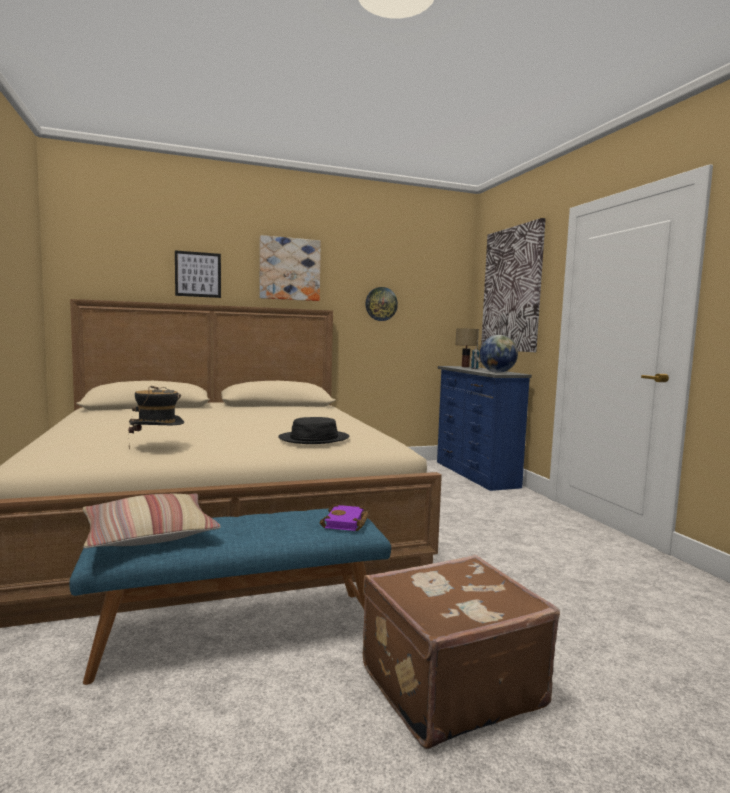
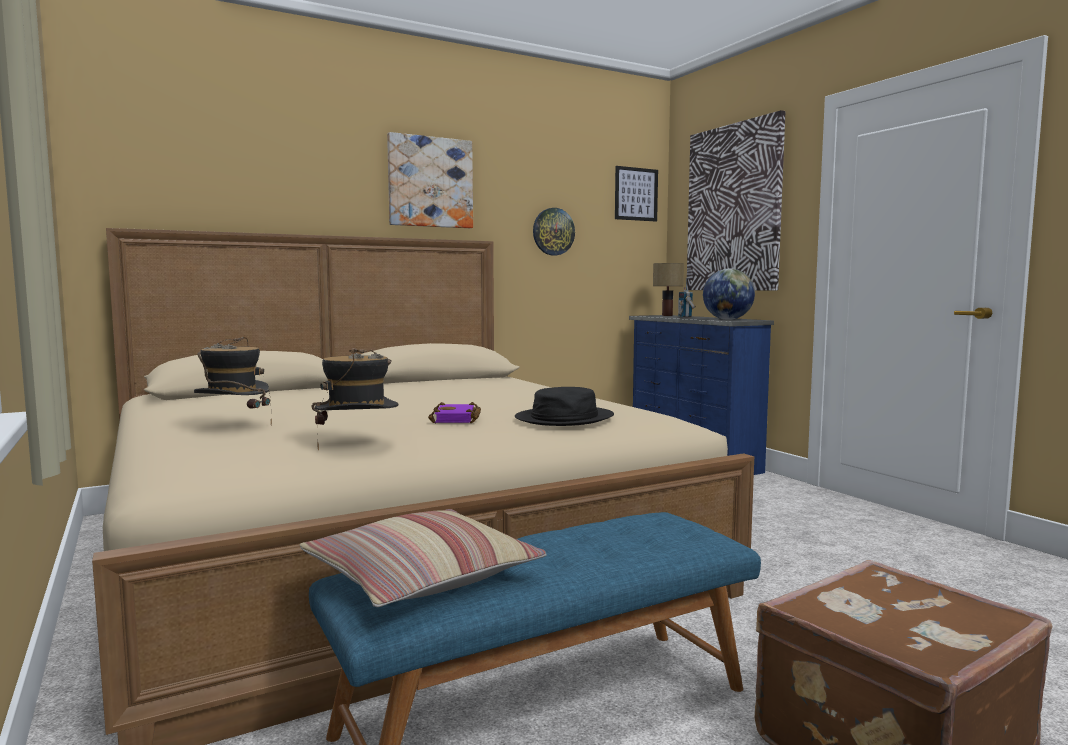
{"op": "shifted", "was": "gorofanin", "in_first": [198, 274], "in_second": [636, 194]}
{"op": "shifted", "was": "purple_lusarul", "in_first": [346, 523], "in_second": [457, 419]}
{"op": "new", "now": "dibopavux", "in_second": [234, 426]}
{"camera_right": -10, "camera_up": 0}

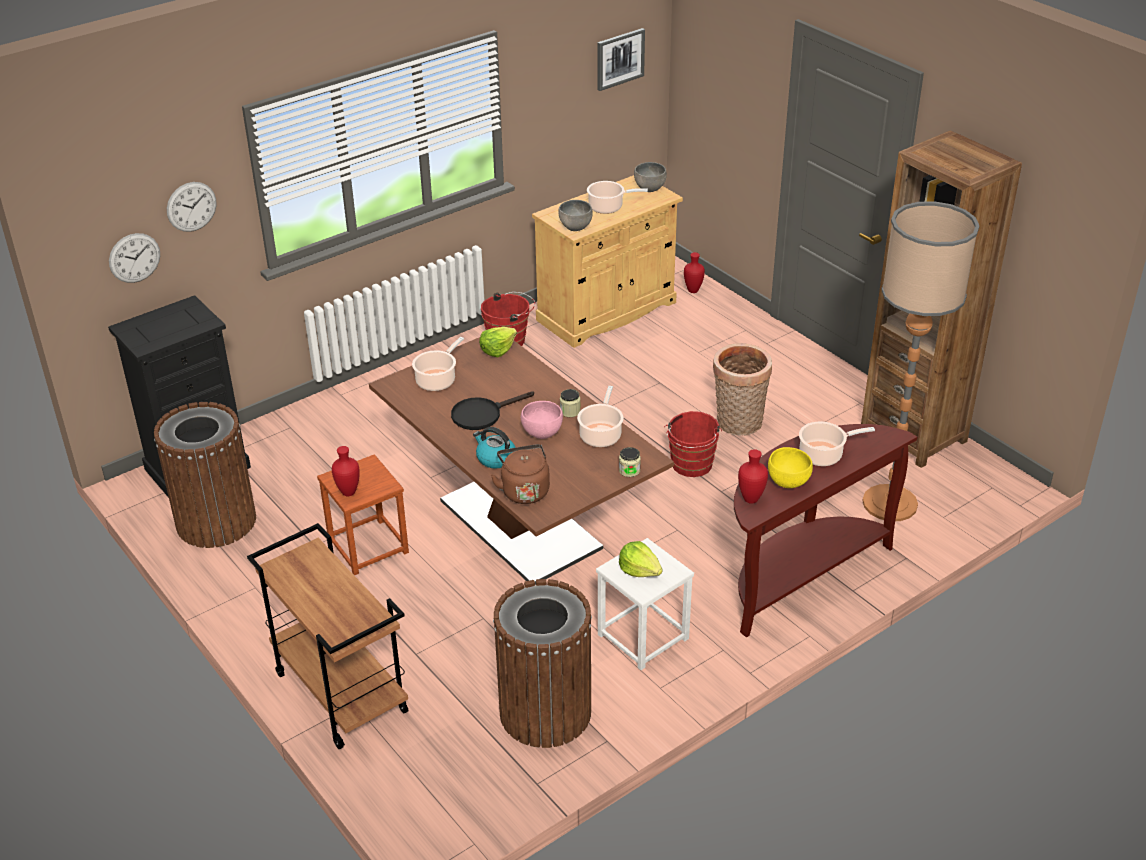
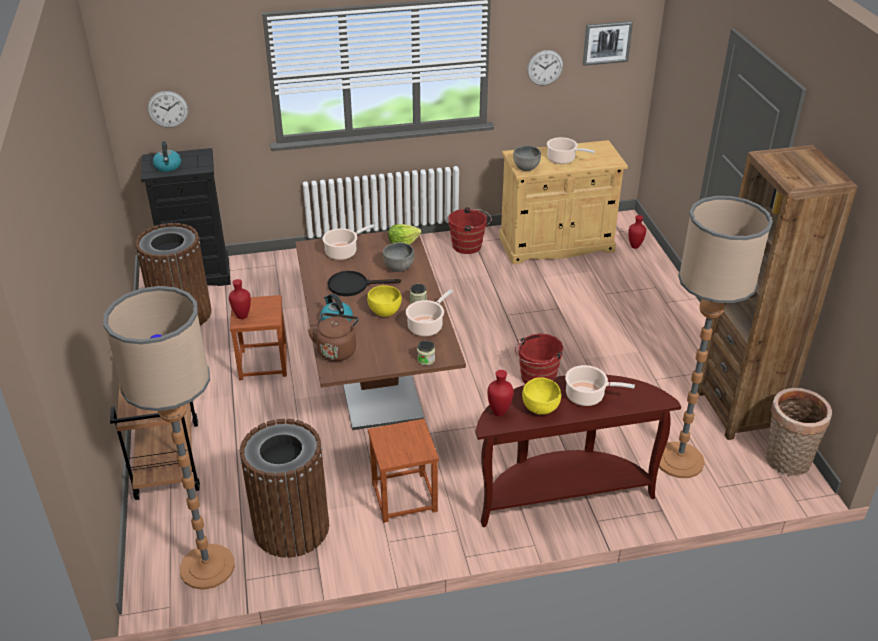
{"op": "shifted", "was": "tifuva", "in_first": [191, 206], "in_second": [545, 67]}
{"op": "repainted", "was": "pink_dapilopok", "now": "yellow_dapilopok", "in_first": [543, 433], "in_second": [385, 312]}
{"op": "repainted", "was": "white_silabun", "now": "brown_silabun", "in_first": [643, 637], "in_second": [404, 497]}
{"op": "gone", "was": "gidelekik", "in_first": [639, 570]}
{"op": "shifted", "was": "grey_dapilopok", "in_first": [649, 189], "in_second": [398, 268]}
{"op": "shifted", "was": "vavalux", "in_first": [738, 424], "in_second": [785, 462]}
{"op": "new", "now": "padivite", "in_second": [207, 567]}
{"op": "new", "now": "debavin", "in_second": [168, 166]}
{"camera_right": 25, "camera_up": 0}

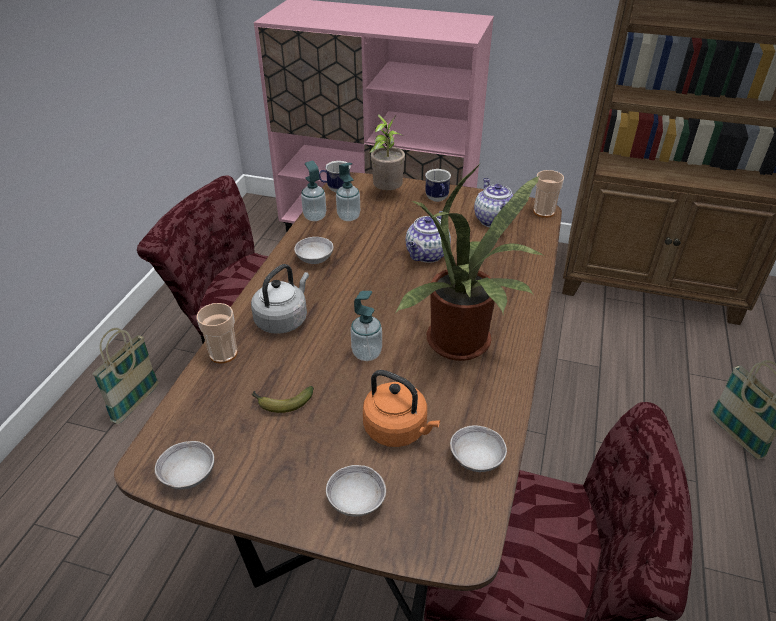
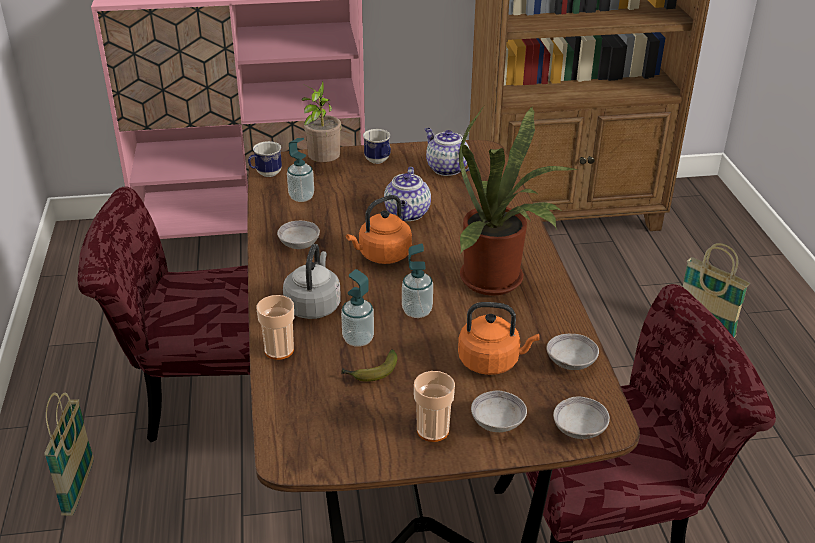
{"op": "shifted", "was": "grey_dapilopok", "in_first": [188, 475], "in_second": [579, 429]}
{"op": "shifted", "was": "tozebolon", "in_first": [315, 217], "in_second": [358, 339]}
{"op": "shifted", "was": "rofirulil", "in_first": [544, 212], "in_second": [433, 430]}
{"op": "new", "now": "orange_debavin", "in_second": [382, 255]}
{"camera_right": -25, "camera_up": -5}

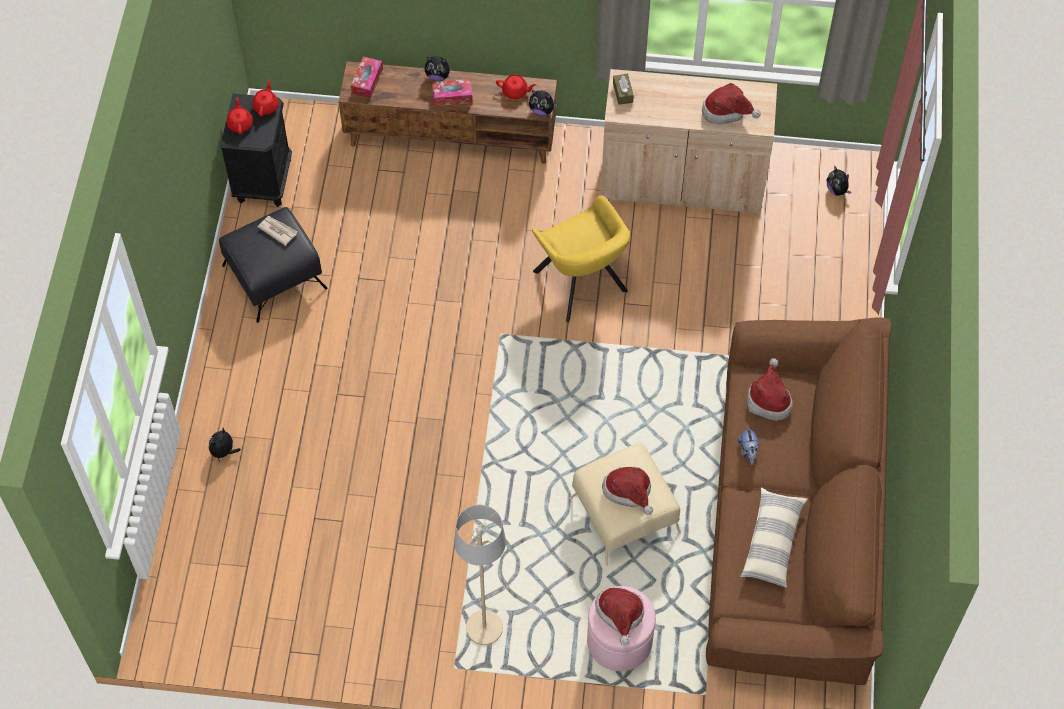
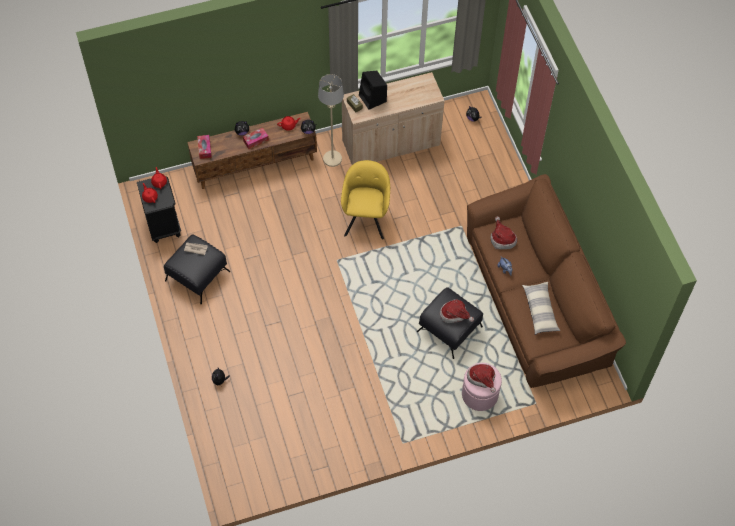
{"op": "shifted", "was": "beige_padivite", "in_first": [484, 628], "in_second": [332, 159]}
{"op": "rotated", "was": "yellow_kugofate", "in_first": [581, 285], "in_second": [366, 218], "clockwise": -120}
{"op": "repainted", "was": "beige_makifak", "now": "black_makifak", "in_first": [624, 516], "in_second": [449, 329]}
{"op": "gone", "was": "dibopavux", "in_first": [727, 111]}
{"op": "new", "now": "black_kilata", "in_second": [373, 99]}
{"camera_right": -25, "camera_up": 0}

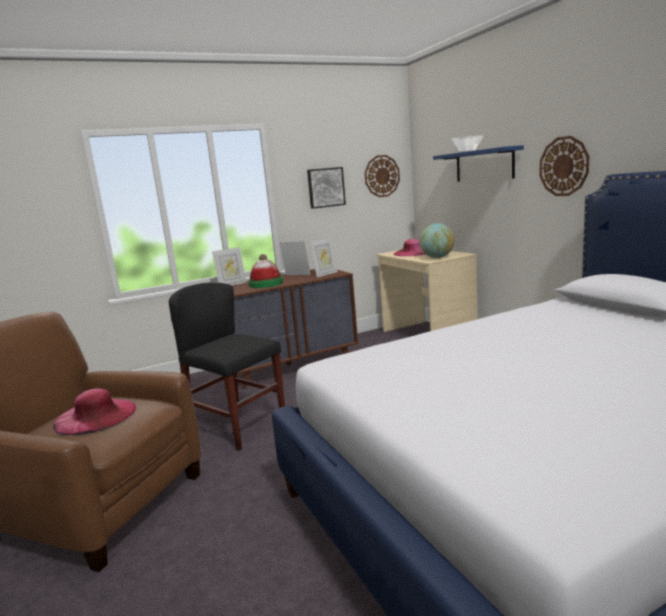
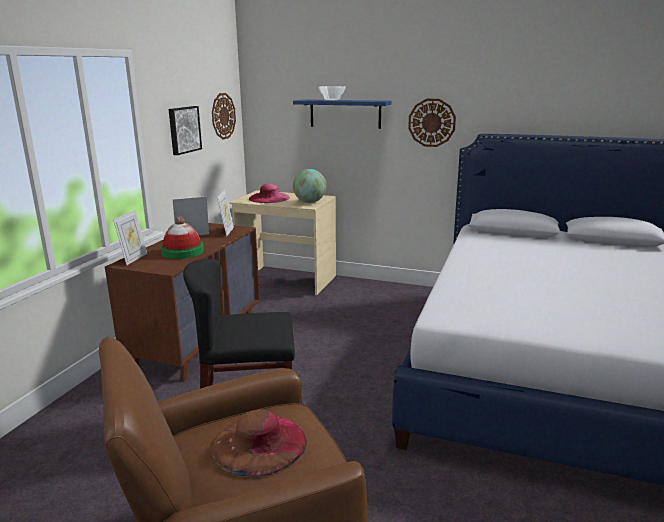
{"op": "repainted", "was": "pink_dibopavux", "now": "brown_dibopavux", "in_first": [96, 416], "in_second": [259, 443]}
{"camera_right": -45, "camera_up": 5}

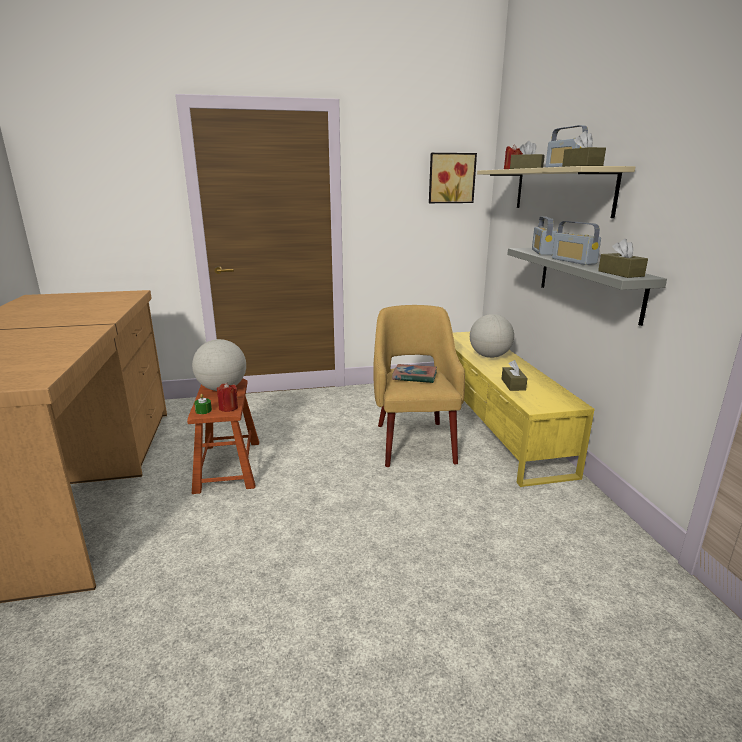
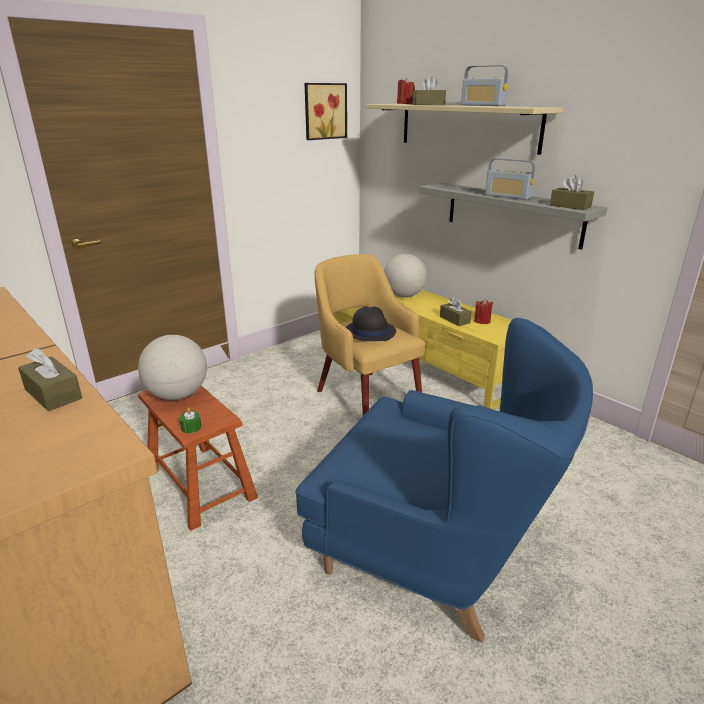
{"op": "shifted", "was": "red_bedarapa", "in_first": [228, 408], "in_second": [482, 321]}
{"op": "swapped", "was": "lusarul", "now": "black_dibopavux", "in_first": [414, 376], "in_second": [370, 331]}
{"op": "gone", "was": "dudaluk", "in_first": [542, 252]}
{"op": "shifted", "was": "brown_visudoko", "in_first": [582, 166], "in_second": [53, 394]}
{"op": "new", "now": "blue_kugofate", "in_second": [434, 548]}
{"camera_right": -30, "camera_up": 5}

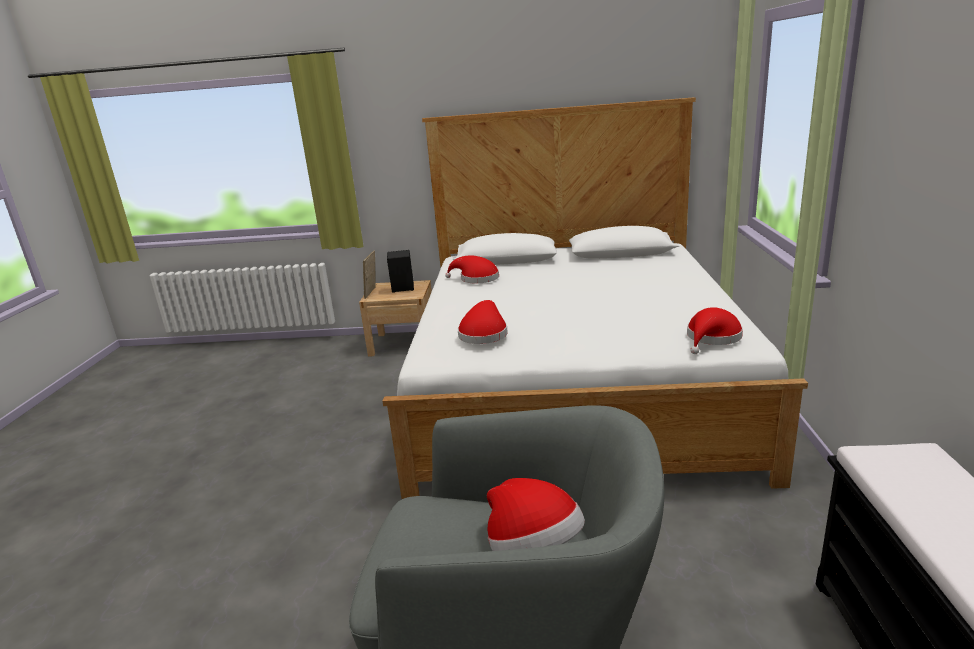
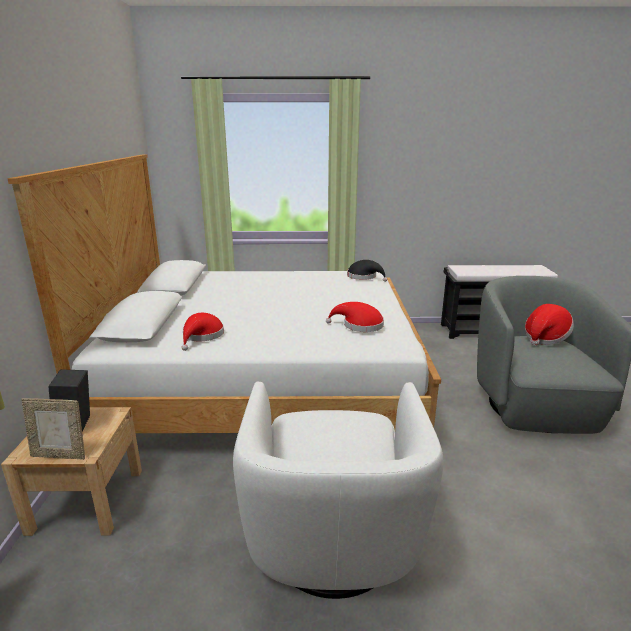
{"op": "repainted", "was": "red_dibopavux", "now": "black_dibopavux", "in_first": [712, 338], "in_second": [364, 277]}
{"op": "new", "now": "white_kugofate", "in_second": [332, 543]}
{"camera_right": -95, "camera_up": 0}

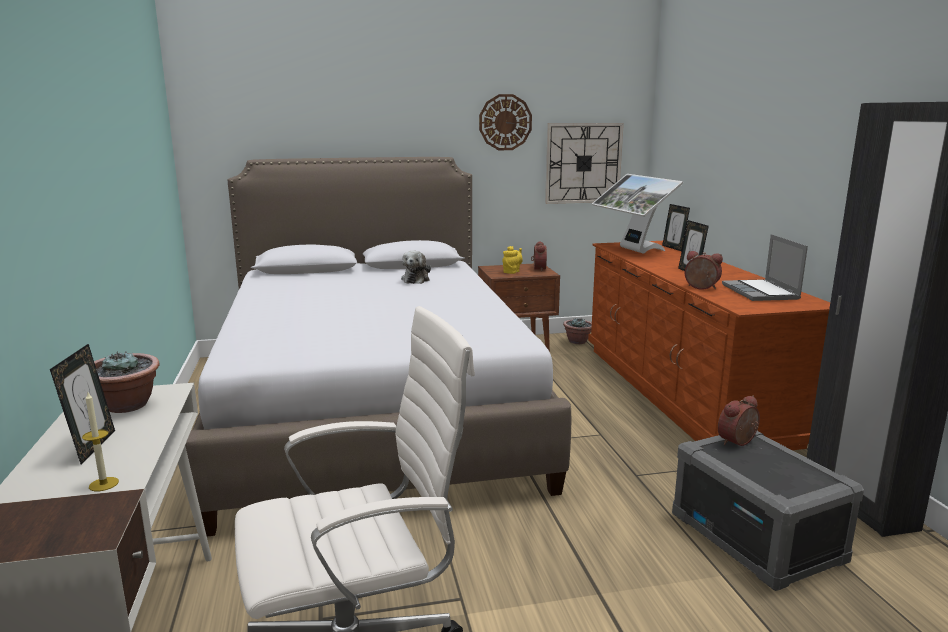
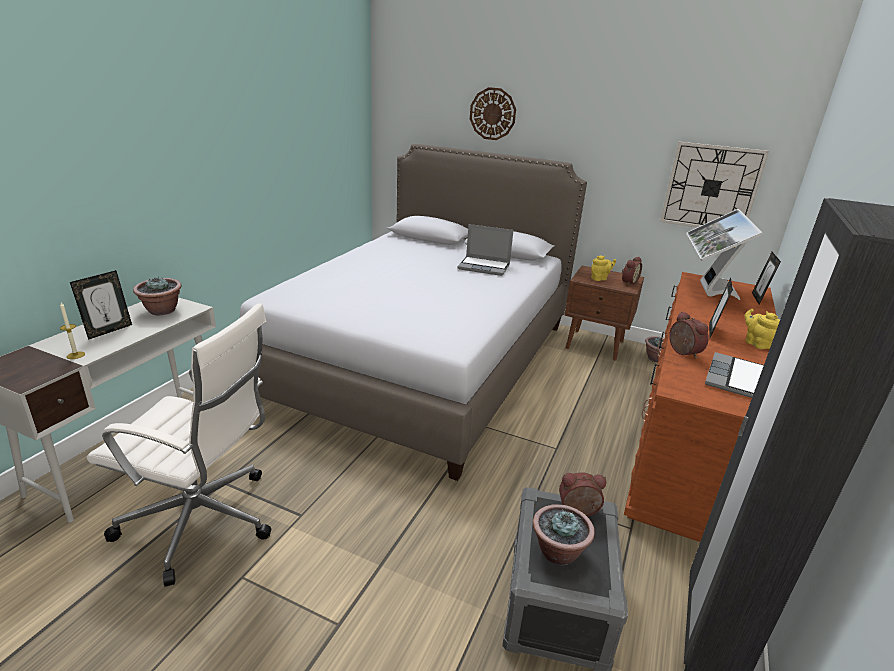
{"op": "swapped", "was": "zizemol", "now": "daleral", "in_first": [416, 279], "in_second": [484, 267]}
{"op": "shifted", "was": "tifuva", "in_first": [505, 122], "in_second": [492, 114]}
{"op": "new", "now": "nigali", "in_second": [557, 552]}
{"op": "new", "now": "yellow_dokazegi", "in_second": [756, 343]}
{"camera_right": 35, "camera_up": 10}

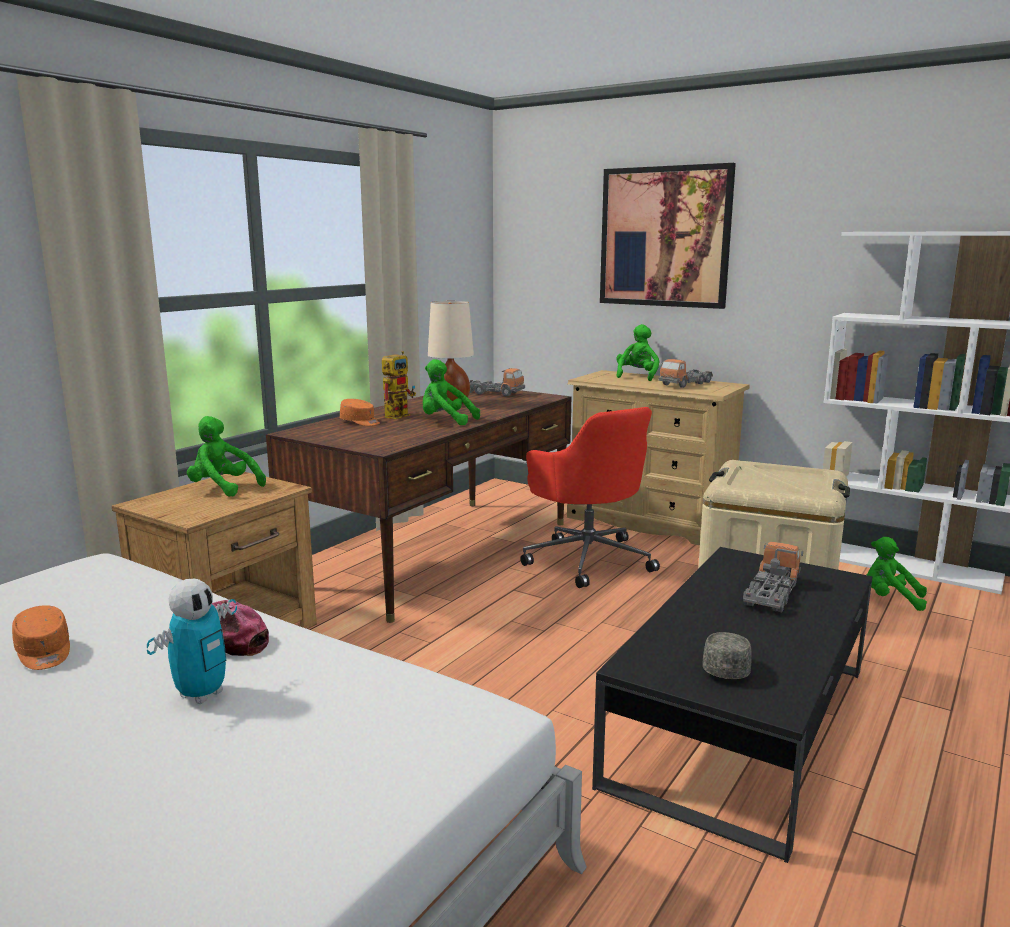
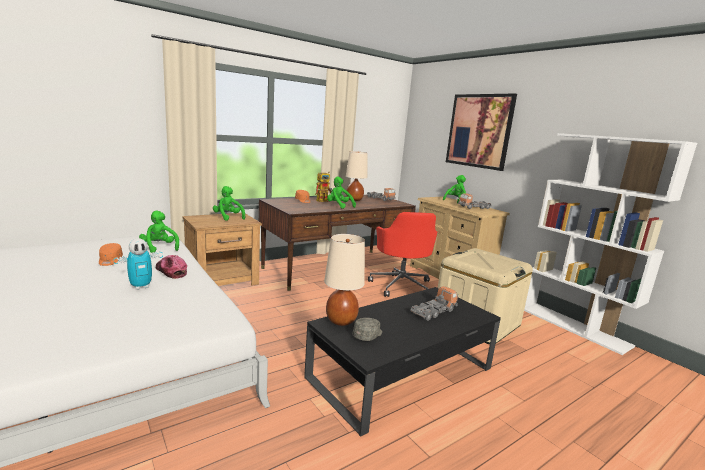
{"op": "shifted", "was": "green_zizemol", "in_first": [890, 599], "in_second": [159, 248]}
{"op": "new", "now": "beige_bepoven", "in_second": [341, 321]}
{"camera_right": 20, "camera_up": 0}

